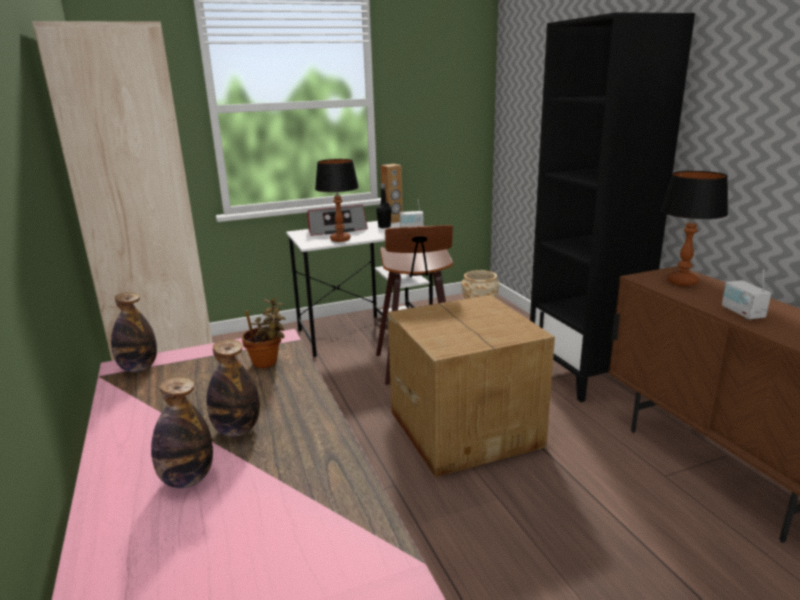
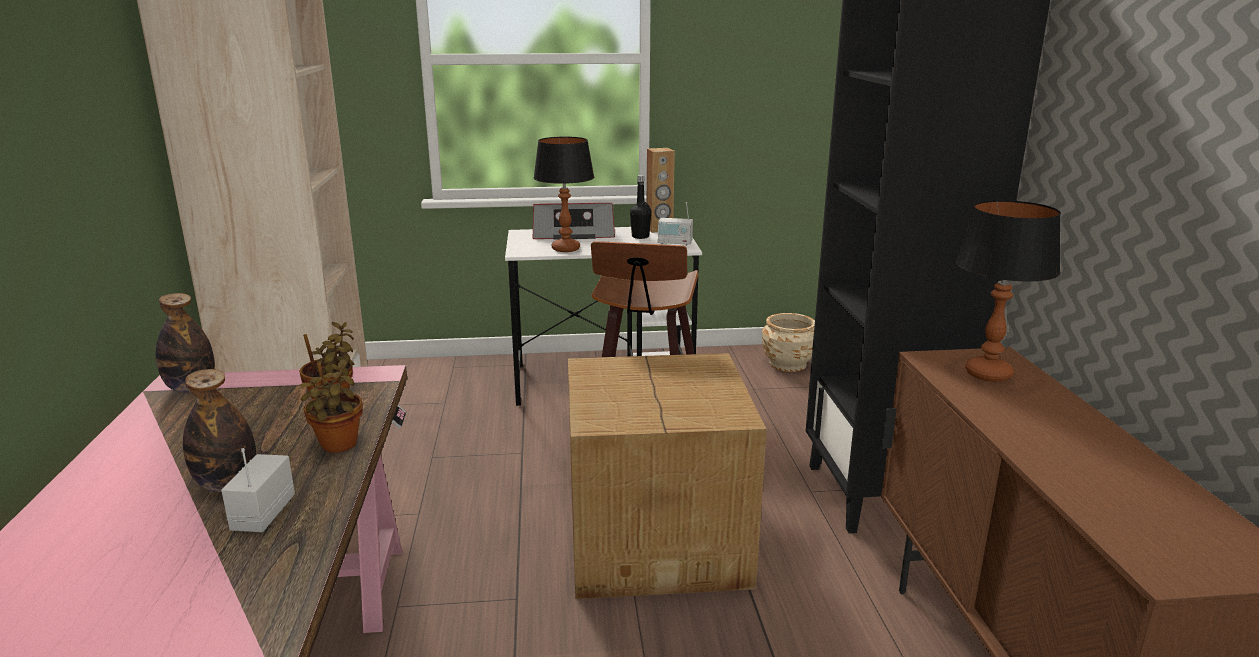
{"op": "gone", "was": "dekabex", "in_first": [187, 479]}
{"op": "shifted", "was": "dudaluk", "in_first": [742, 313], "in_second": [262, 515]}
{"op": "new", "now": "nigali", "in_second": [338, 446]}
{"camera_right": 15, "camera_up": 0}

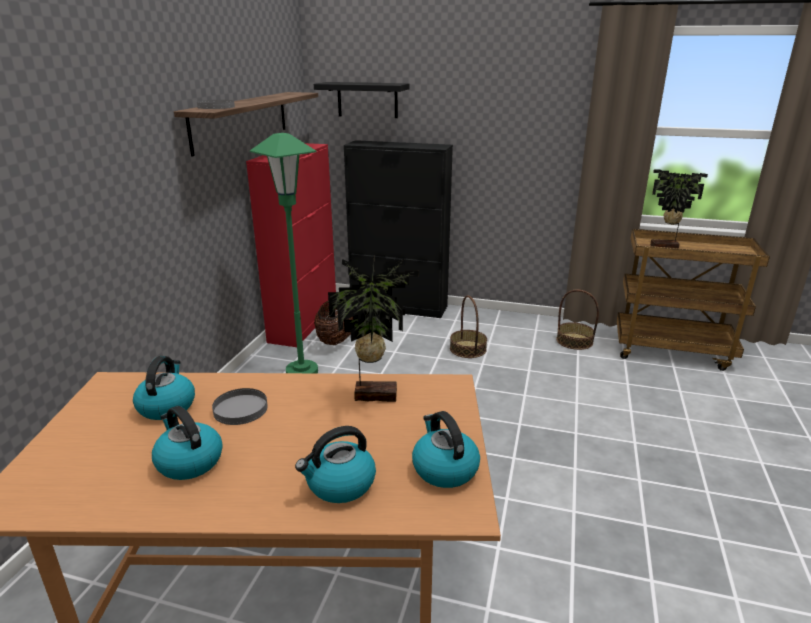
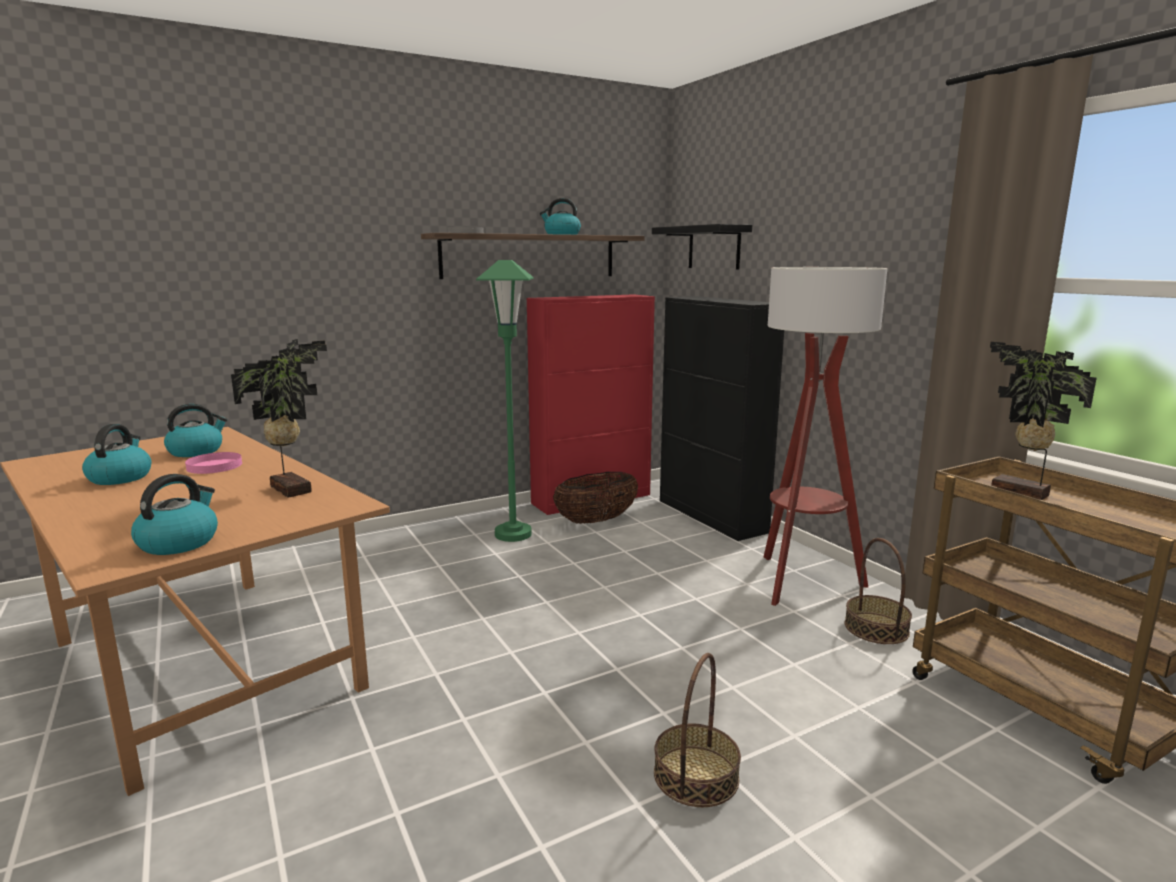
{"op": "repainted", "was": "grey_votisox", "now": "pink_votisox", "in_first": [241, 409], "in_second": [215, 466]}
{"op": "shifted", "was": "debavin", "in_first": [340, 484], "in_second": [561, 234]}
{"op": "shifted", "was": "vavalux", "in_first": [468, 349], "in_second": [696, 776]}
{"op": "new", "now": "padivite", "in_second": [801, 581]}
{"camera_right": 45, "camera_up": -10}

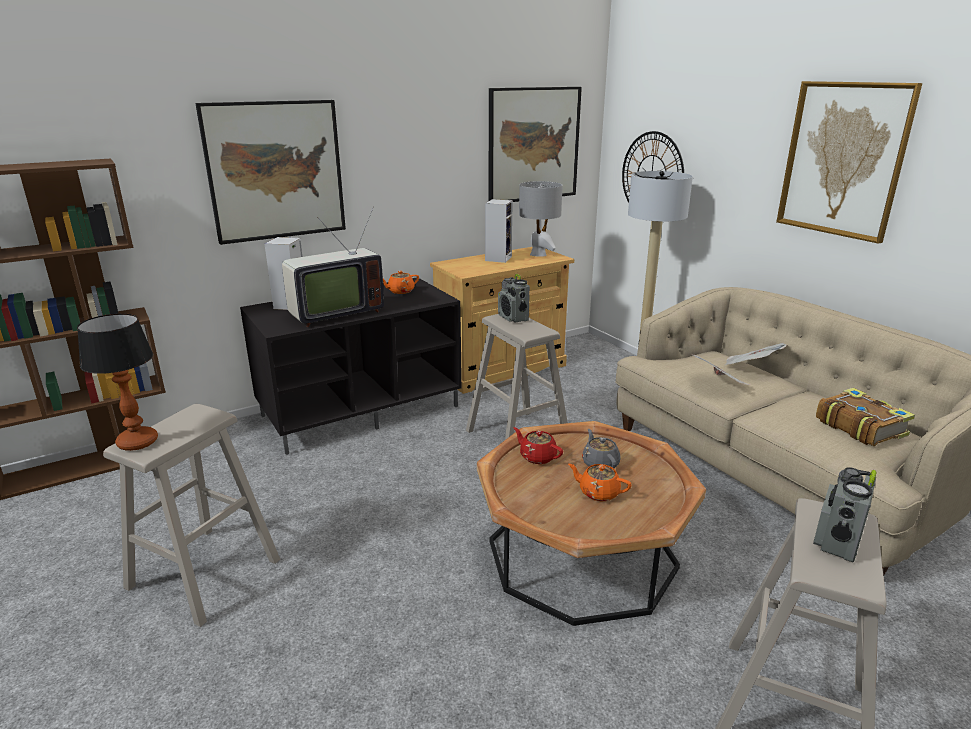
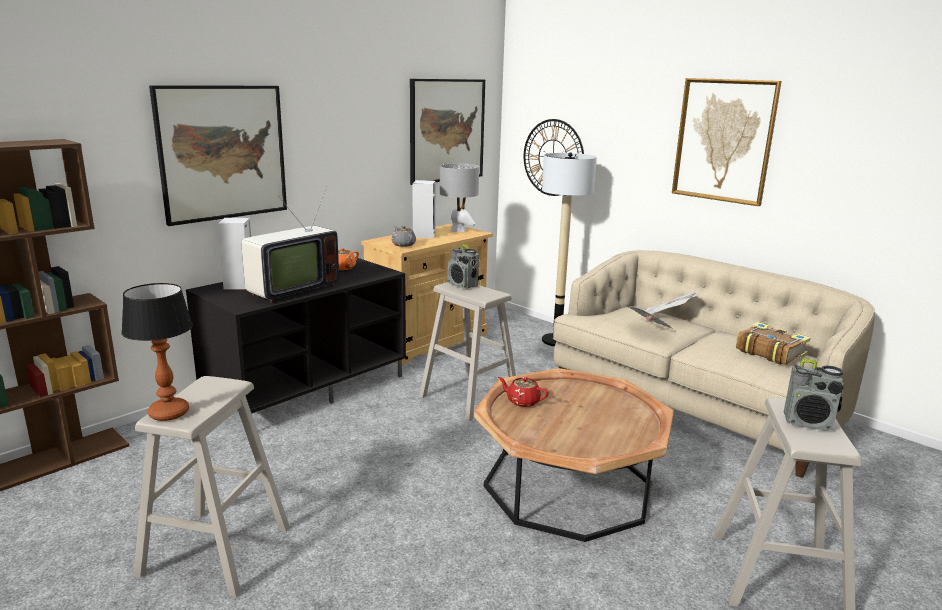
{"op": "gone", "was": "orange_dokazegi", "in_first": [598, 493]}
{"op": "shifted", "was": "grey_dokazegi", "in_first": [600, 463], "in_second": [403, 244]}
{"op": "rotated", "was": "dudaluk", "in_first": [836, 541], "in_second": [808, 422], "clockwise": -90}
{"camera_right": -15, "camera_up": -5}

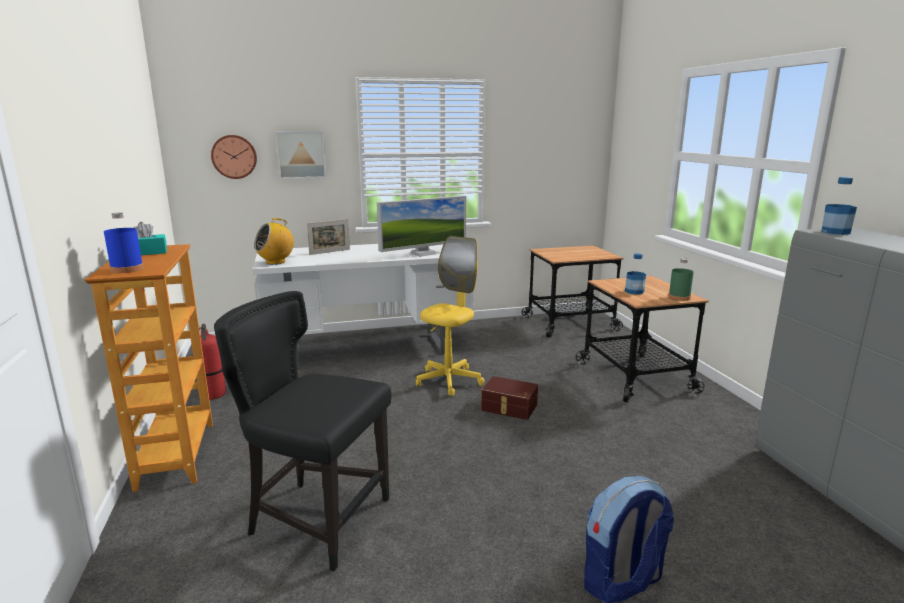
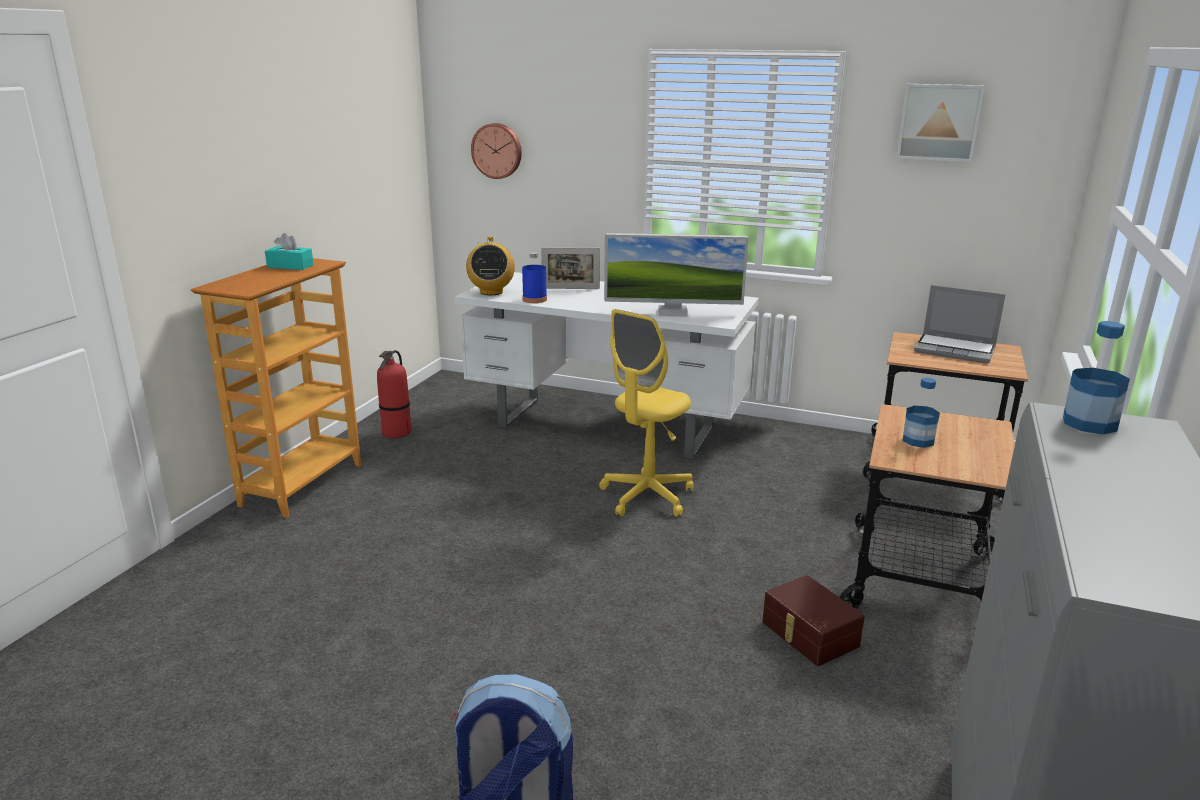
{"op": "shifted", "was": "blue_dekabex", "in_first": [127, 269], "in_second": [534, 299]}
{"op": "gone", "was": "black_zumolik", "in_first": [317, 518]}
{"op": "rotated", "was": "dudaluk", "in_first": [276, 262], "in_second": [491, 292], "clockwise": -90}
{"op": "shifted", "was": "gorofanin", "in_first": [301, 154], "in_second": [939, 122]}
{"op": "rotated", "was": "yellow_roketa", "in_first": [449, 381], "in_second": [647, 496], "clockwise": 150}
{"op": "shifted", "was": "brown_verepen", "in_first": [509, 408], "in_second": [808, 634]}
{"op": "gone", "was": "green_dekabex", "in_first": [679, 297]}
{"op": "new", "now": "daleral", "in_second": [956, 350]}
{"camera_right": 35, "camera_up": 5}

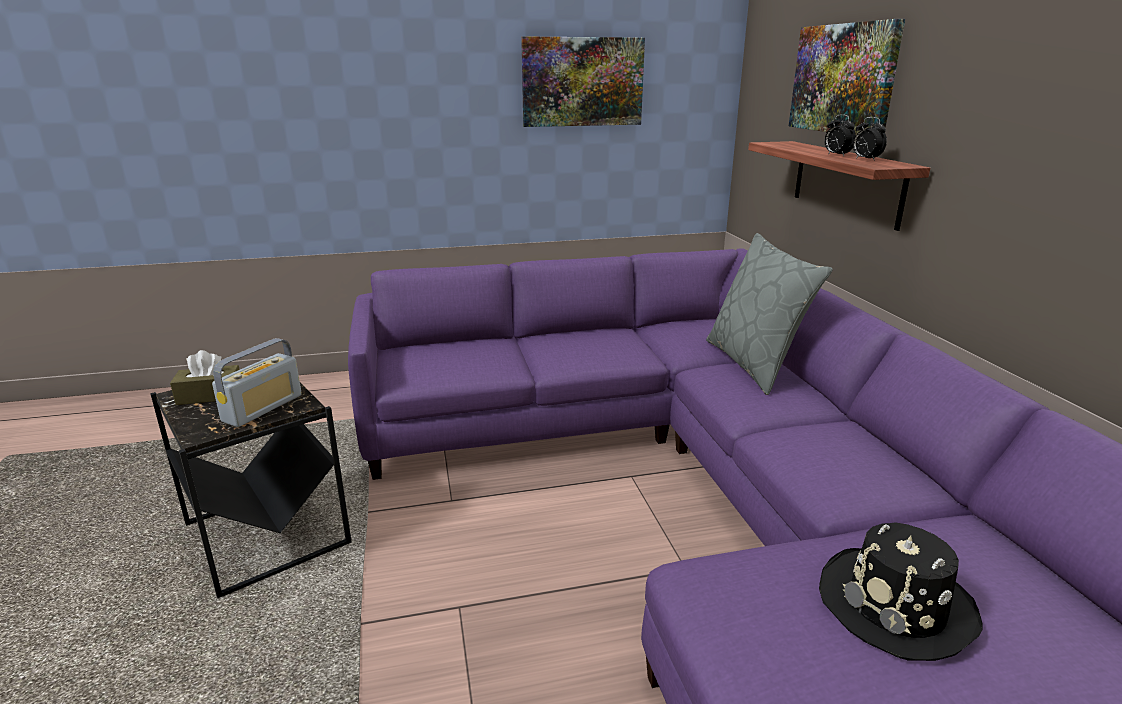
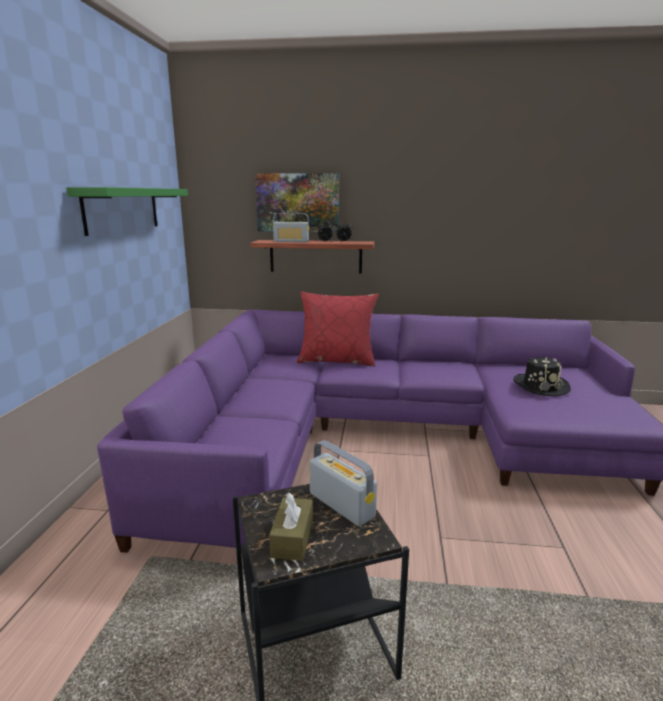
{"op": "swapped", "was": "gorofanin", "now": "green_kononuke", "in_first": [582, 82], "in_second": [122, 209]}
{"op": "repainted", "was": "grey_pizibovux", "now": "red_pizibovux", "in_first": [754, 364], "in_second": [337, 360]}
{"op": "new", "now": "dudaluk", "in_second": [291, 241]}
{"camera_right": -70, "camera_up": -5}

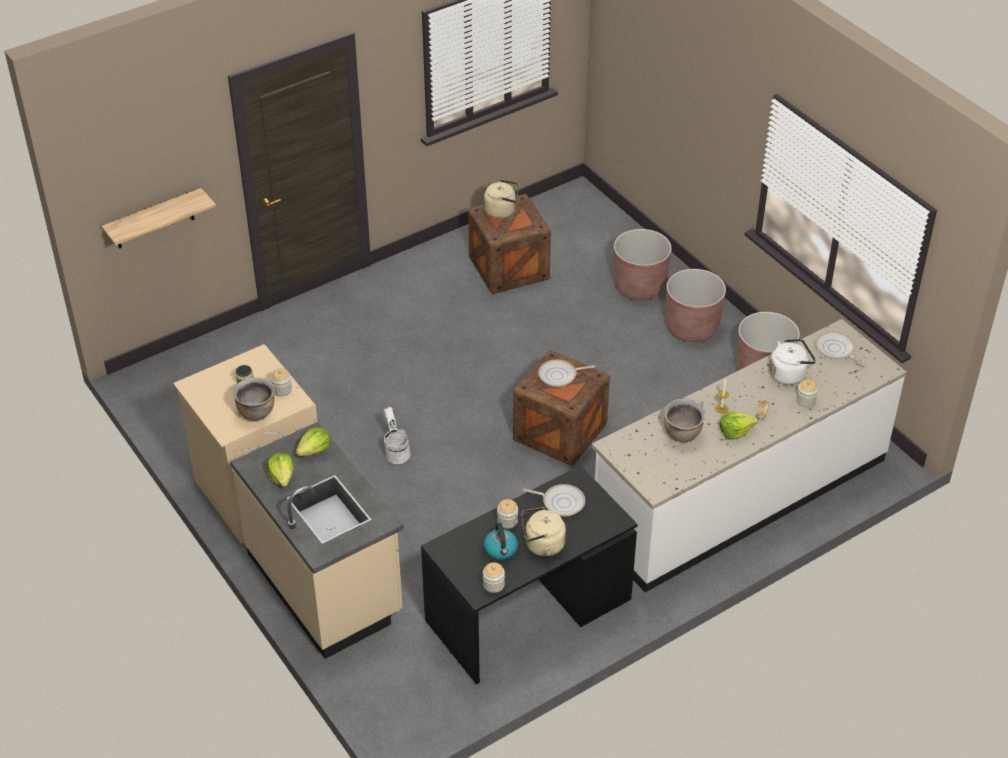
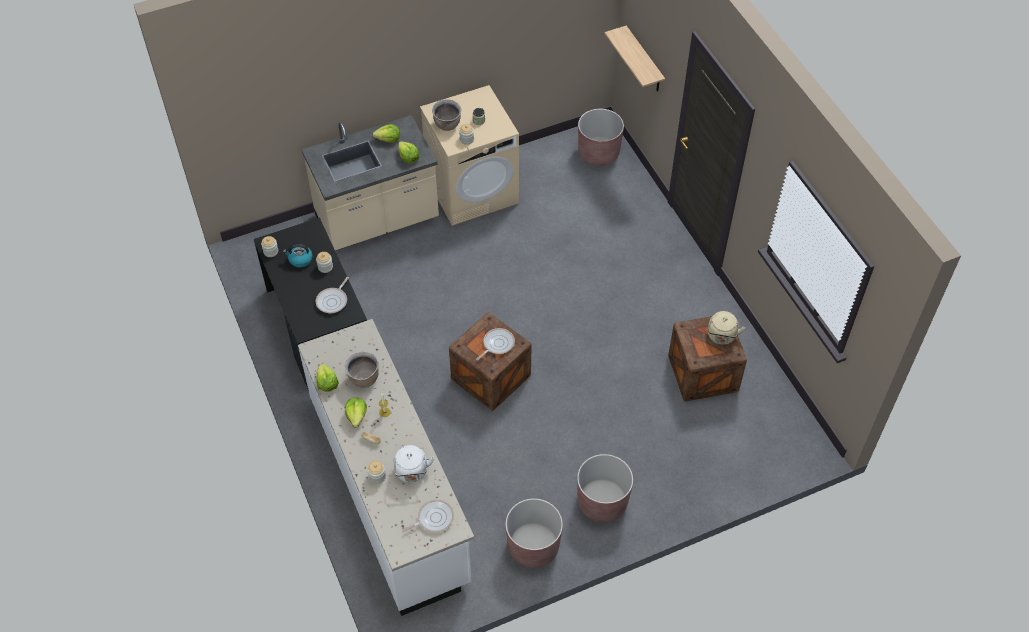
{"op": "gone", "was": "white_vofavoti", "in_first": [396, 452]}
{"op": "gone", "was": "beige_debavin", "in_first": [542, 545]}
{"op": "rotated", "was": "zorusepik", "in_first": [560, 375], "in_second": [497, 344], "clockwise": 45}
{"op": "shifted", "was": "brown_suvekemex", "in_first": [639, 286], "in_second": [598, 153]}
{"op": "new", "now": "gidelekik", "in_second": [327, 383]}
{"camera_right": 100, "camera_up": 10}

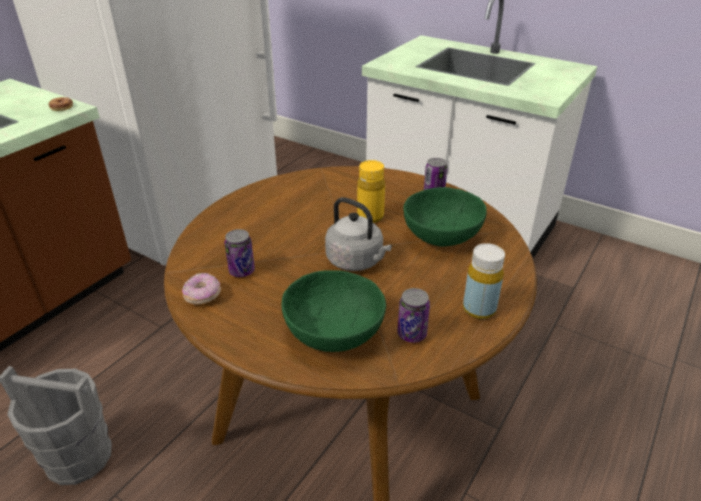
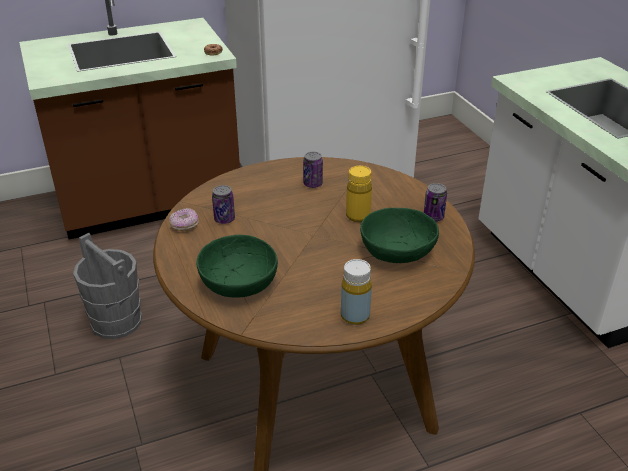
{"op": "gone", "was": "grey_debavin", "in_first": [357, 261]}
{"op": "shifted", "was": "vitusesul", "in_first": [412, 334], "in_second": [313, 184]}
{"camera_right": 35, "camera_up": 0}

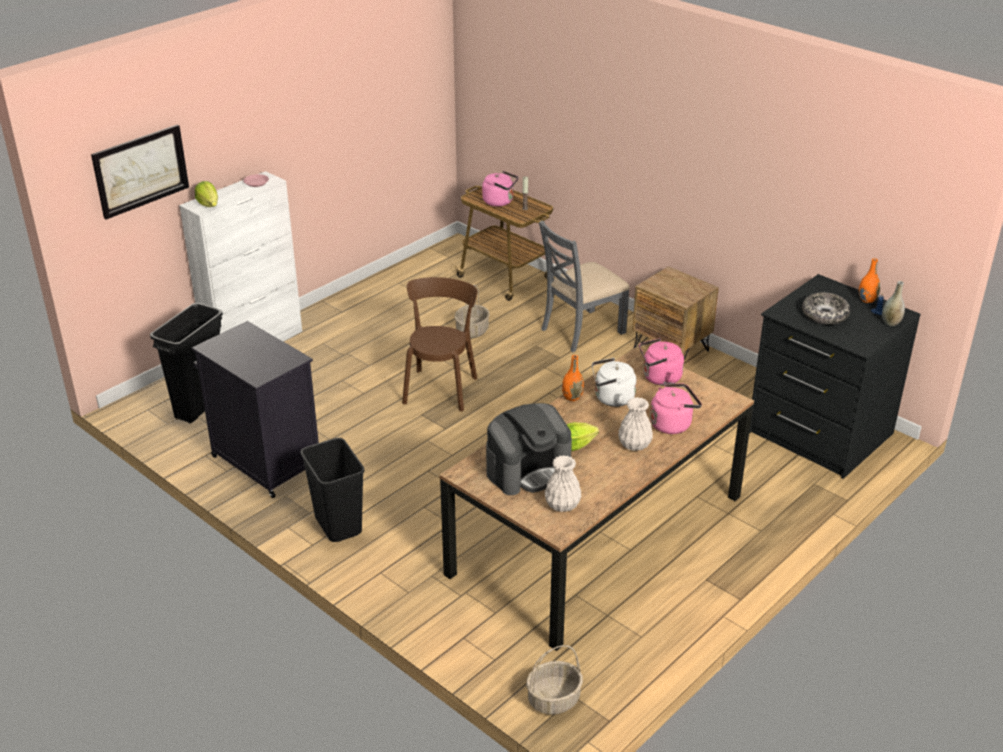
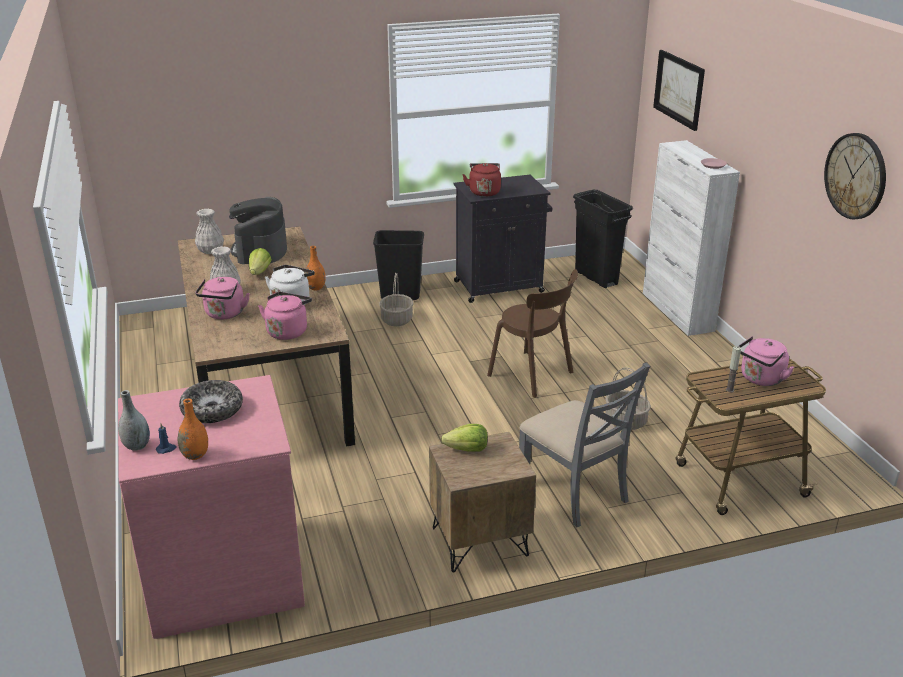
{"op": "shifted", "was": "gidelekik", "in_first": [209, 205], "in_second": [467, 450]}
{"op": "shifted", "was": "vavalux", "in_first": [553, 700], "in_second": [396, 319]}
{"op": "rotated", "was": "grey_zumolik", "in_first": [581, 330], "in_second": [574, 492], "clockwise": 150}
{"op": "repainted", "was": "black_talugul", "now": "pink_talugul", "in_first": [819, 434], "in_second": [223, 574]}
{"op": "new", "now": "red_debavin", "in_second": [484, 192]}
{"op": "new", "now": "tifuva", "in_second": [855, 176]}
{"camera_right": 120, "camera_up": -5}

